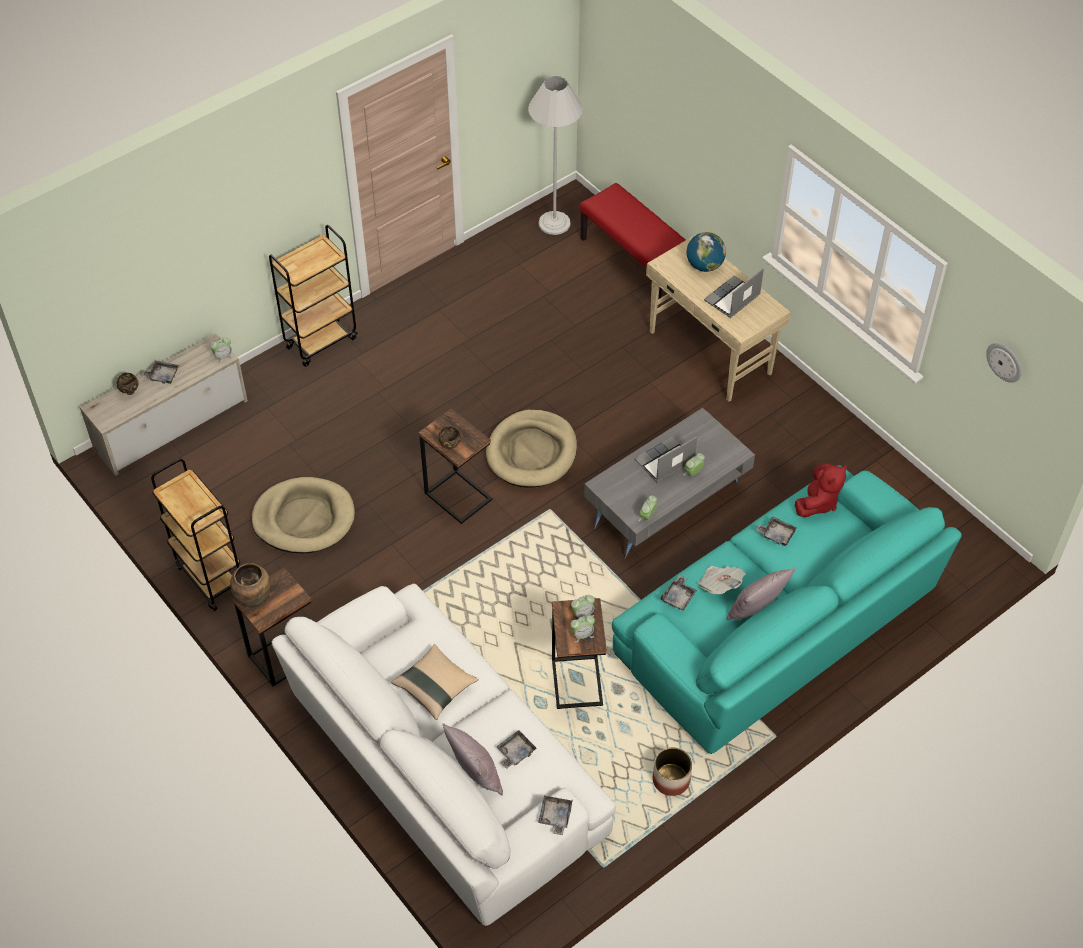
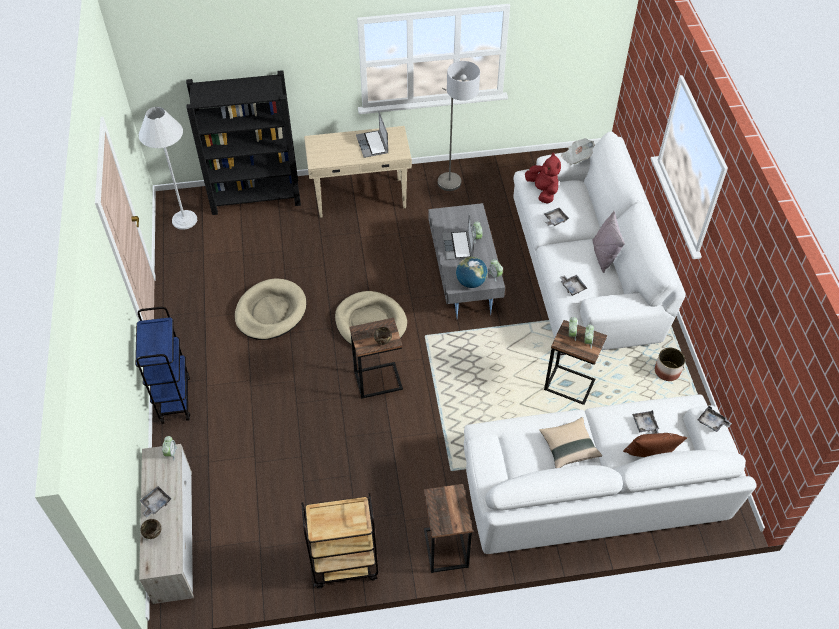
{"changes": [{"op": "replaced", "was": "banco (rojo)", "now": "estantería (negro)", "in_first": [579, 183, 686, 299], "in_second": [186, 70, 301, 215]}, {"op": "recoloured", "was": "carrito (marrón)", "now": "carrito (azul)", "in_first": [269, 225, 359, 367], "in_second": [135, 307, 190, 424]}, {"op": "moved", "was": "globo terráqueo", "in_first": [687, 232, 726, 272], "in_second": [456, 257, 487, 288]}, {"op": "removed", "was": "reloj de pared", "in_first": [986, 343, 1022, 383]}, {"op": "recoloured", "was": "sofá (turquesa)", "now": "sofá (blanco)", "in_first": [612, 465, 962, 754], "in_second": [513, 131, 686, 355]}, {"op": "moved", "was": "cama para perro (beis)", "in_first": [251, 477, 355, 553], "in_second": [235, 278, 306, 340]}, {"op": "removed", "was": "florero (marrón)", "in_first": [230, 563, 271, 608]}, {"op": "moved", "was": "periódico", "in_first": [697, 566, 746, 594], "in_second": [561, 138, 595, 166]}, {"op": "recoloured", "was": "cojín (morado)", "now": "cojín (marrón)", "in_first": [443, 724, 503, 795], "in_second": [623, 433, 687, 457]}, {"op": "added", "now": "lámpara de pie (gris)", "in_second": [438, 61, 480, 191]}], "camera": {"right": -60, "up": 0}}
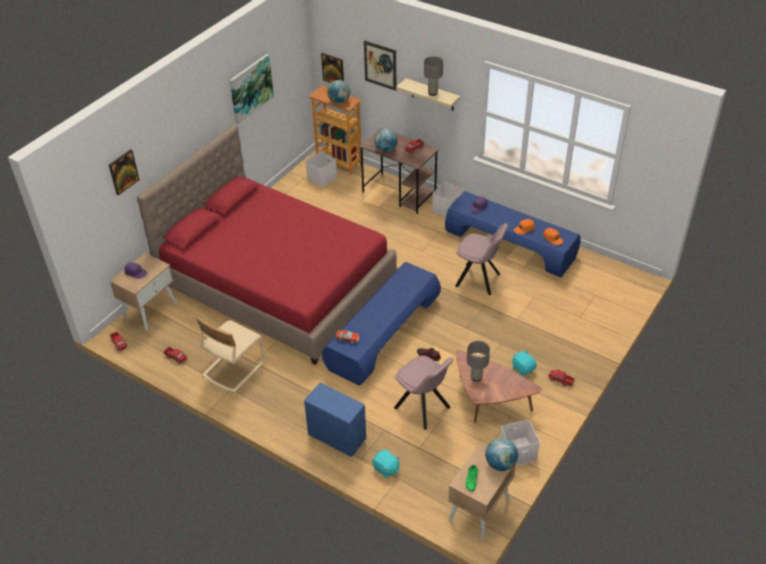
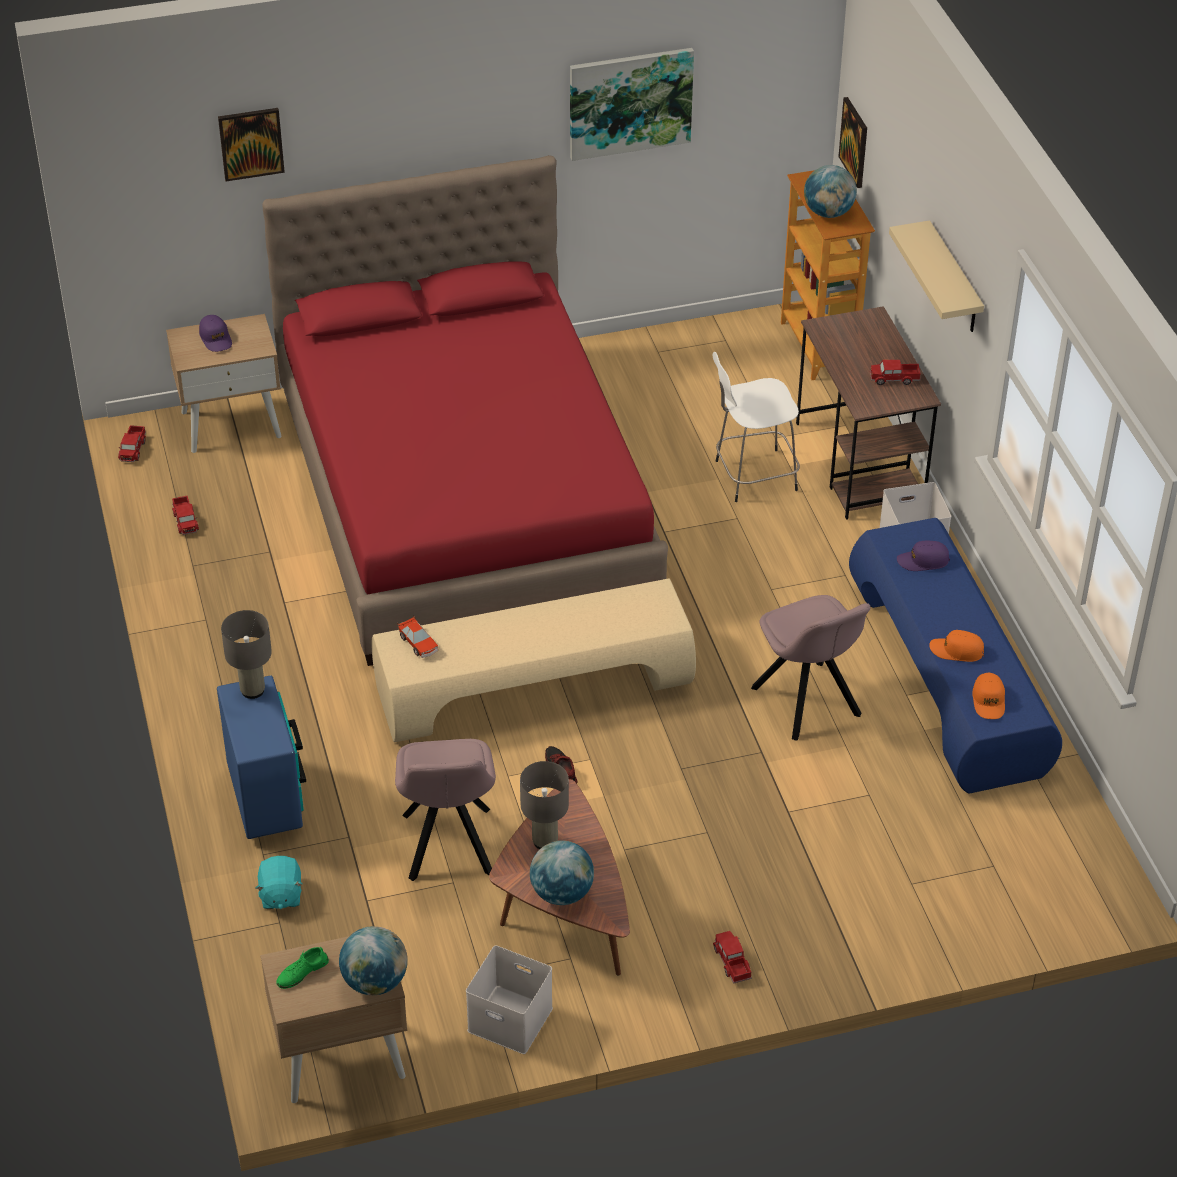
{"changes": [{"op": "removed", "was": "cuadro", "in_first": [364, 40, 396, 91]}, {"op": "moved", "was": "lámpara de mesa (gris)", "in_first": [424, 56, 443, 96], "in_second": [221, 610, 272, 699]}, {"op": "moved", "was": "globo terráqueo", "in_first": [374, 129, 398, 152], "in_second": [530, 840, 594, 905]}, {"op": "removed", "was": "caja de almacenaje (blanco)", "in_first": [306, 151, 337, 187]}, {"op": "recoloured", "was": "banco (azul)", "now": "banco (beis)", "in_first": [322, 262, 441, 385], "in_second": [372, 579, 696, 742]}, {"op": "removed", "was": "silla (beis)", "in_first": [196, 317, 264, 393]}, {"op": "removed", "was": "peluche (turquesa)", "in_first": [512, 350, 537, 376]}, {"op": "added", "now": "taburete (blanco)", "in_second": [713, 352, 800, 502]}], "camera": {"right": 40, "up": 0}}
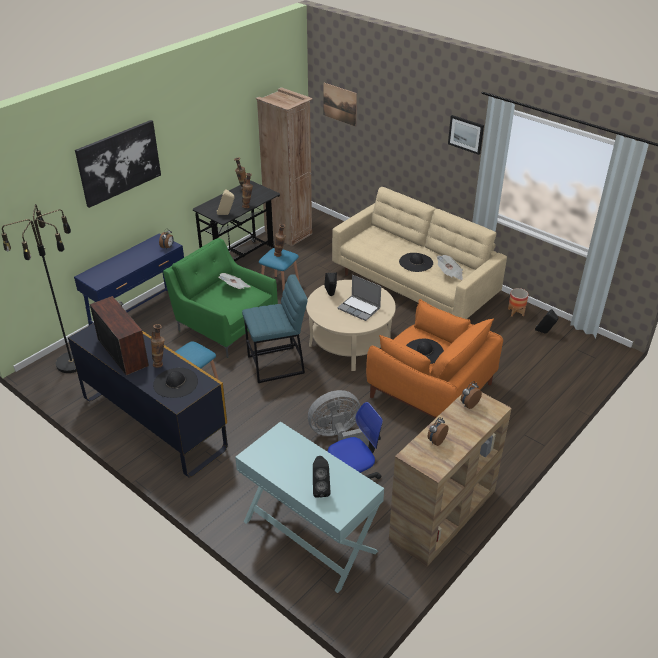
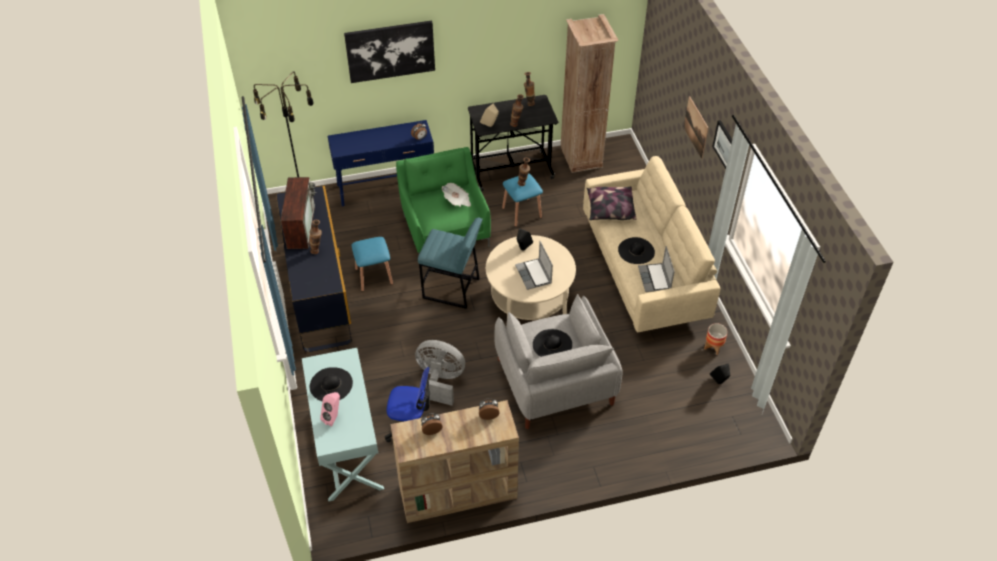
{"changes": [{"op": "moved", "was": "cuadro", "in_first": [323, 83, 357, 127], "in_second": [683, 96, 709, 159]}, {"op": "replaced", "was": "periódico", "now": "portátil", "in_first": [437, 255, 463, 280], "in_second": [638, 246, 675, 292]}, {"op": "recoloured", "was": "sillón (naranja)", "now": "sillón (gris)", "in_first": [366, 299, 503, 418], "in_second": [494, 294, 623, 429]}, {"op": "moved", "was": "sombrero (negro)", "in_first": [153, 368, 198, 398], "in_second": [310, 367, 353, 402]}, {"op": "recoloured", "was": "altavoz (negro)", "now": "altavoz (rosa)", "in_first": [313, 456, 331, 498], "in_second": [320, 392, 340, 426]}, {"op": "added", "now": "cojín", "in_second": [587, 186, 637, 220]}], "camera": {"right": 35, "up": 10}}
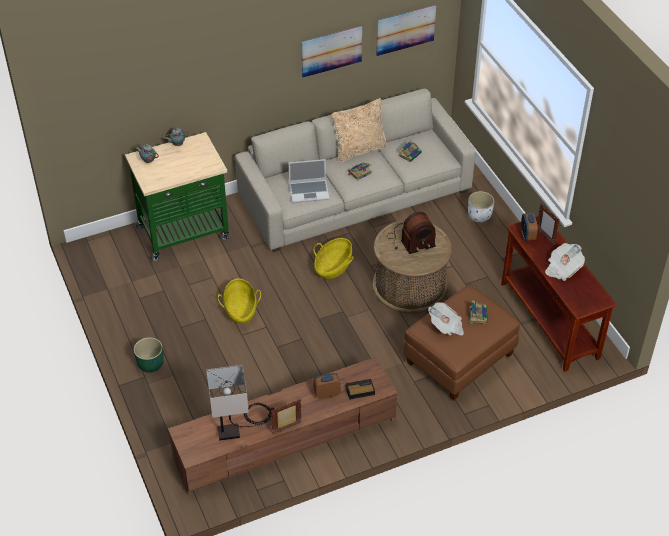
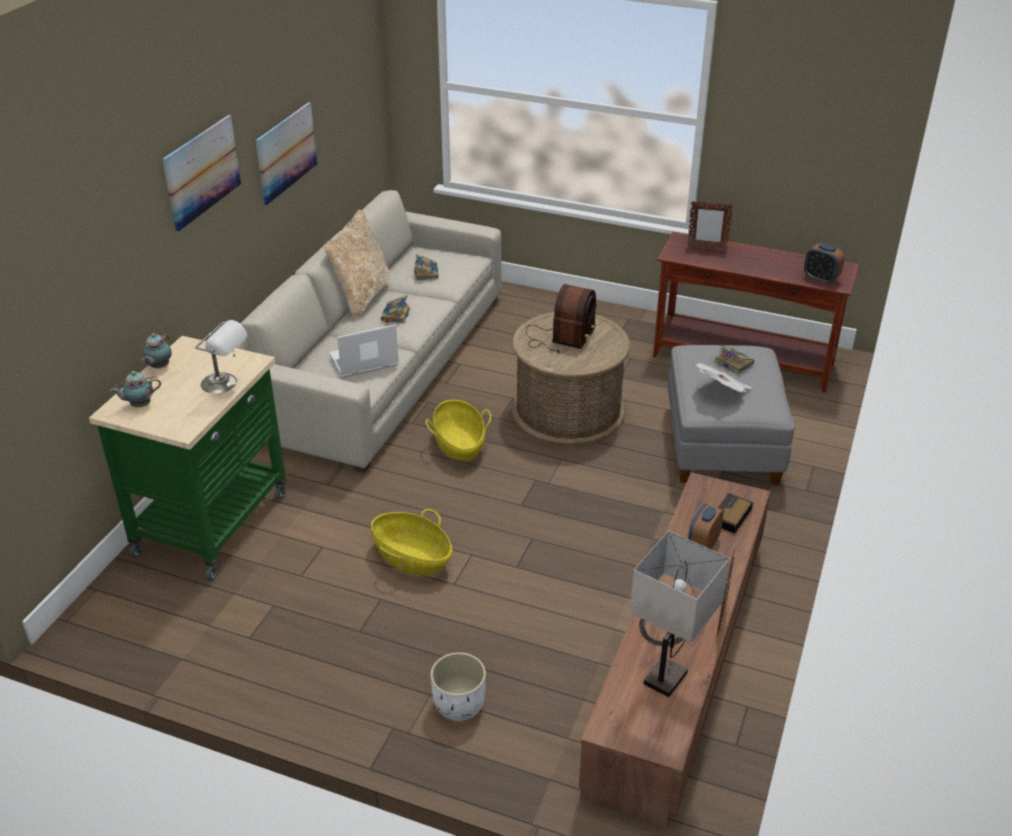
{"changes": [{"op": "moved", "was": "cuadro", "in_first": [376, 5, 436, 56], "in_second": [162, 115, 241, 232]}, {"op": "turned", "was": "portátil", "in_first": [289, 159, 329, 203], "in_second": [329, 324, 399, 378], "clockwise": -150}, {"op": "moved", "was": "maceta (blanco)", "in_first": [468, 191, 494, 223], "in_second": [430, 652, 486, 721]}, {"op": "moved", "was": "despertador", "in_first": [521, 213, 538, 241], "in_second": [804, 243, 845, 284]}, {"op": "removed", "was": "periódico", "in_first": [545, 243, 585, 281]}, {"op": "recoloured", "was": "puf (marrón)", "now": "puf (gris)", "in_first": [404, 285, 520, 400], "in_second": [668, 345, 795, 485]}, {"op": "removed", "was": "maceta (verde)", "in_first": [134, 337, 164, 372]}, {"op": "added", "now": "lámpara de mesa (blanco)", "in_second": [195, 320, 248, 393]}], "camera": {"right": -45, "up": -10}}
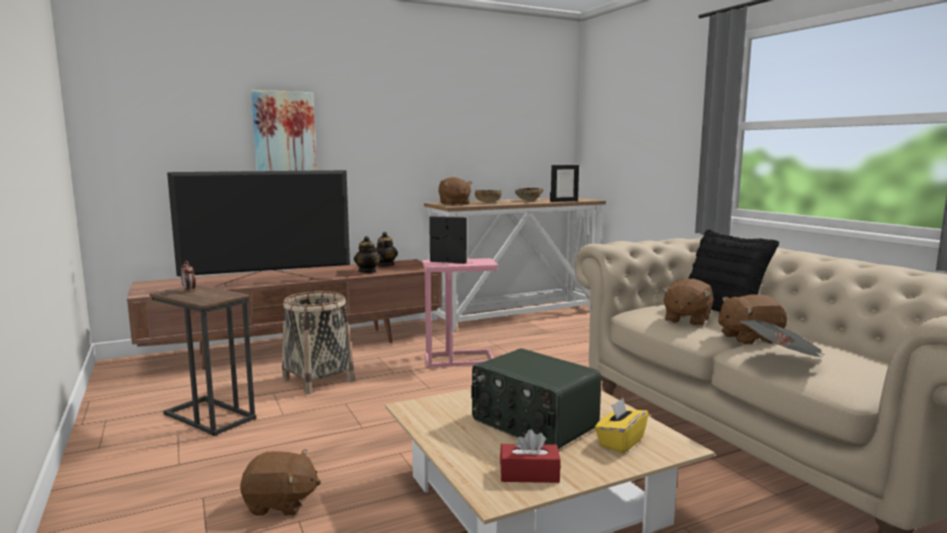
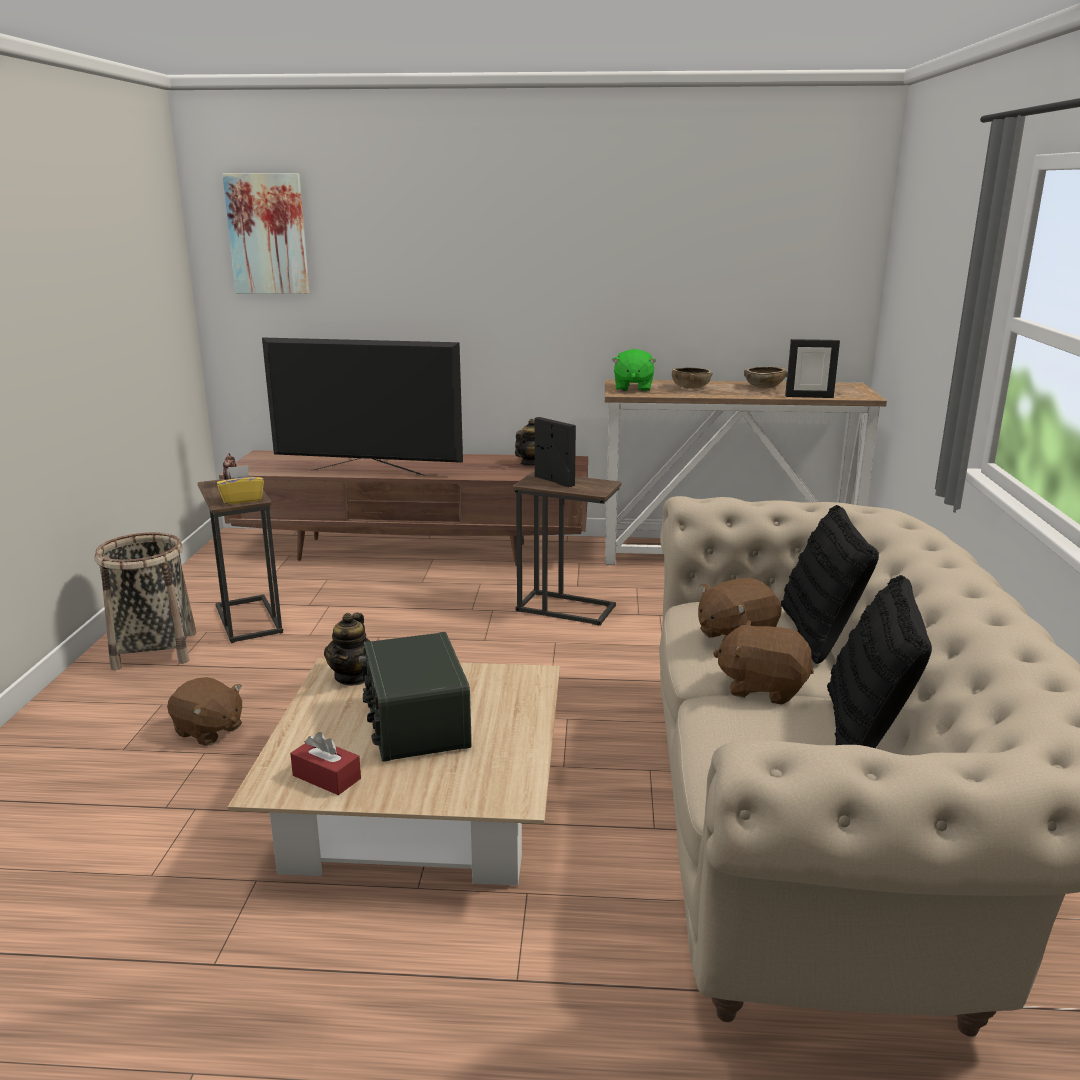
{"changes": [{"op": "moved", "was": "cuadro", "in_first": [251, 90, 317, 171], "in_second": [222, 173, 309, 294]}, {"op": "recoloured", "was": "peluche (marrón)", "now": "peluche (verde)", "in_first": [438, 177, 472, 205], "in_second": [612, 349, 656, 392]}, {"op": "moved", "was": "tetera", "in_first": [354, 236, 381, 273], "in_second": [324, 613, 370, 686]}, {"op": "recoloured", "was": "mesa auxiliar (rosa)", "now": "mesa auxiliar (marrón)", "in_first": [422, 258, 498, 368], "in_second": [513, 472, 622, 626]}, {"op": "moved", "was": "cesta", "in_first": [282, 291, 355, 394], "in_second": [95, 532, 196, 670]}, {"op": "removed", "was": "periódico", "in_first": [739, 320, 824, 357]}, {"op": "moved", "was": "caja de pañuelos (amarillo)", "in_first": [595, 398, 649, 453], "in_second": [217, 465, 264, 504]}, {"op": "added", "now": "cojín (negro)", "in_second": [827, 575, 932, 748]}], "camera": {"right": 30, "up": 10}}
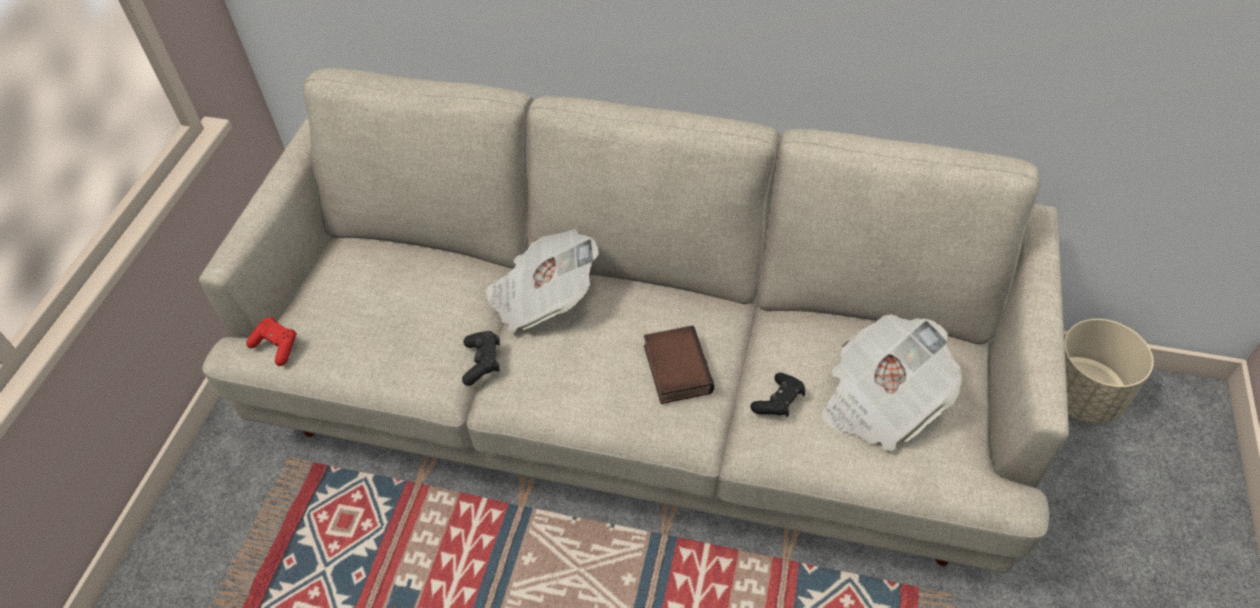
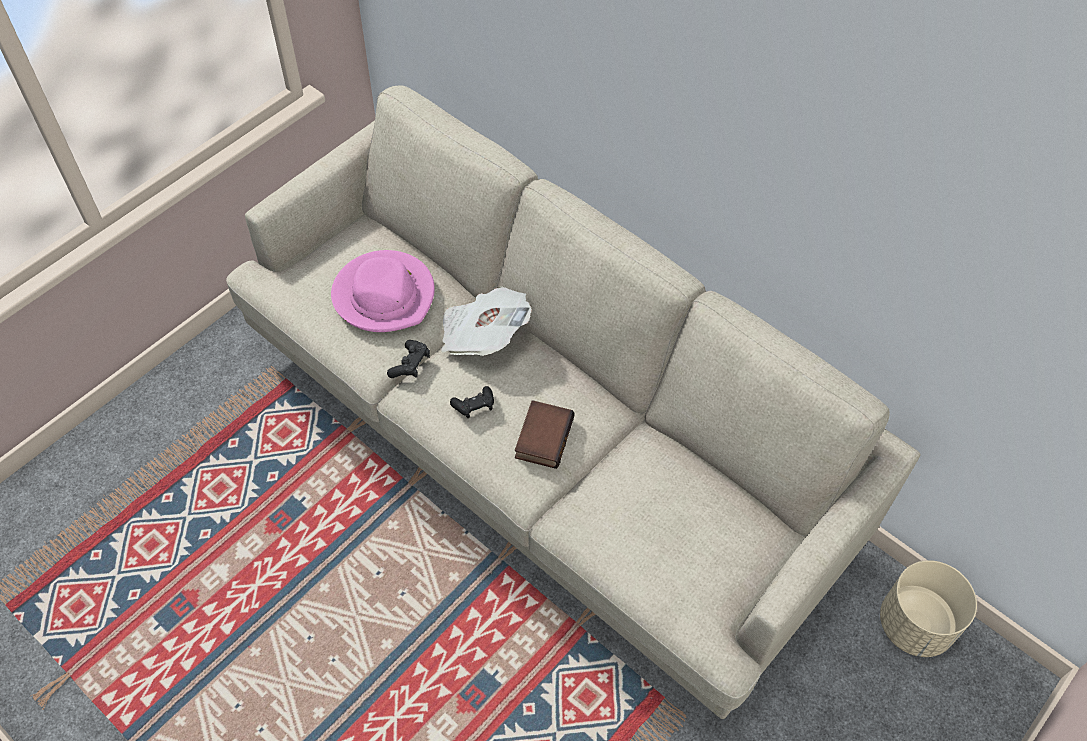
{"changes": [{"op": "removed", "was": "periódico", "in_first": [821, 314, 962, 451]}, {"op": "removed", "was": "mando de consola (rojo)", "in_first": [246, 317, 297, 366]}, {"op": "moved", "was": "mando de consola (negro)", "in_first": [751, 373, 805, 417], "in_second": [450, 386, 494, 418]}, {"op": "added", "now": "sombrero (rosa)", "in_second": [331, 250, 435, 332]}], "camera": {"right": 25, "up": 5}}
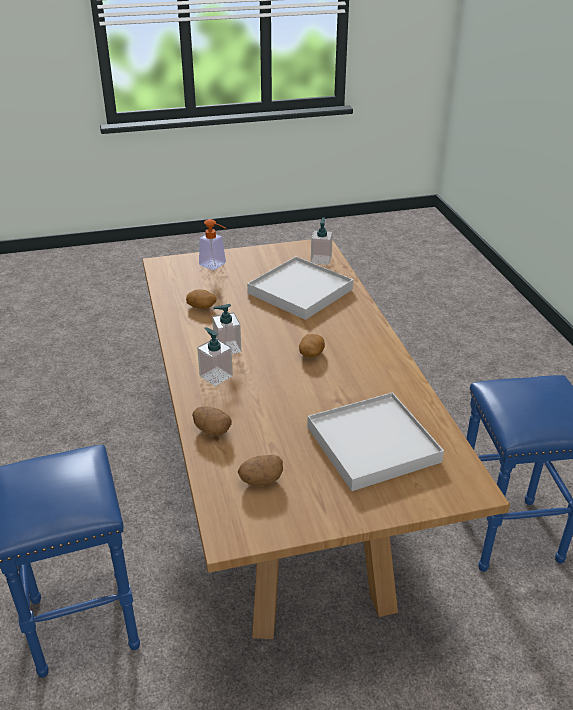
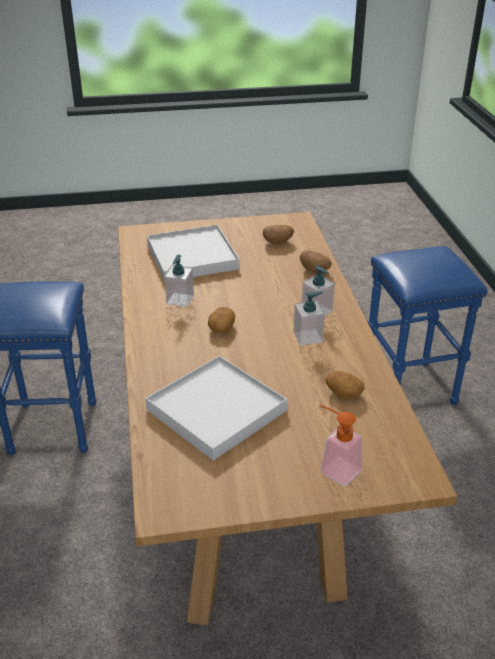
{"changes": [{"op": "moved", "was": "dispensador de jabón", "in_first": [311, 218, 333, 265], "in_second": [164, 255, 194, 307]}], "camera": {"right": -175, "up": 0}}
